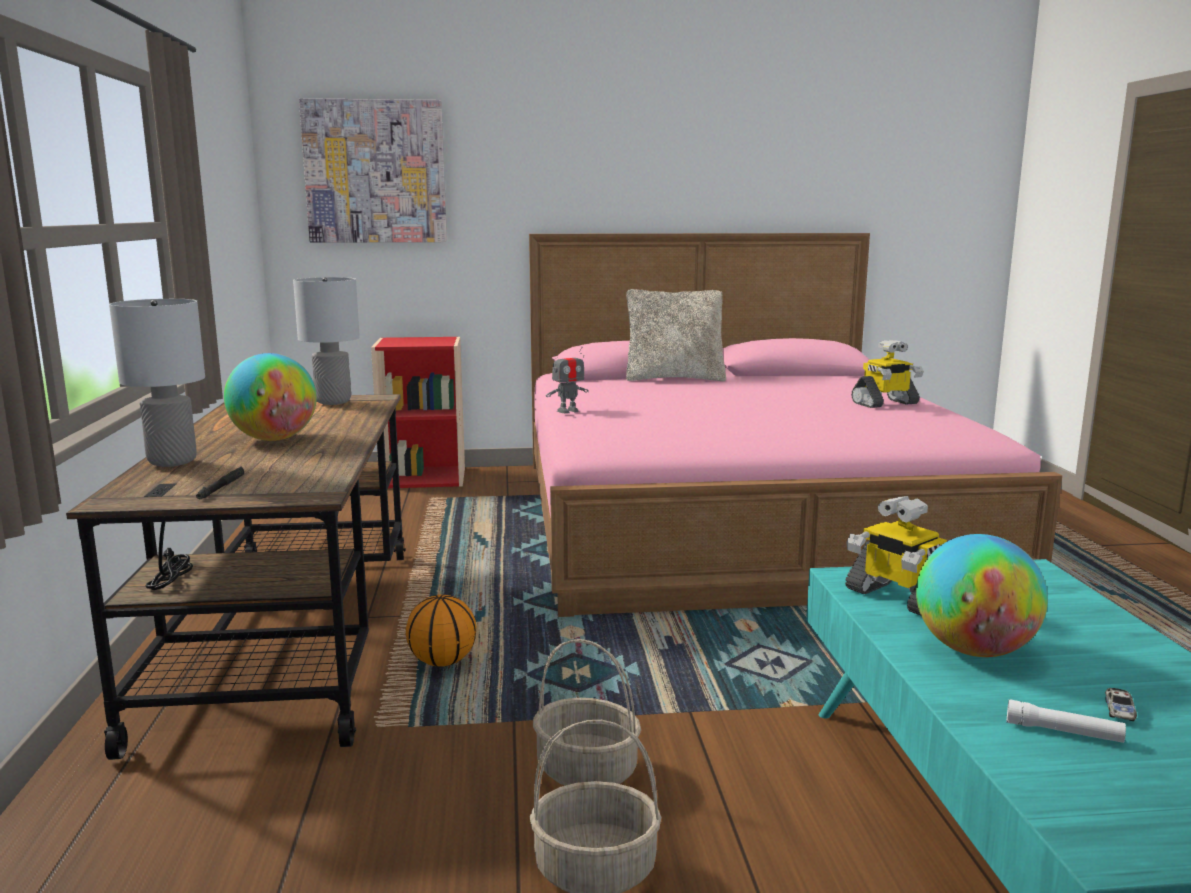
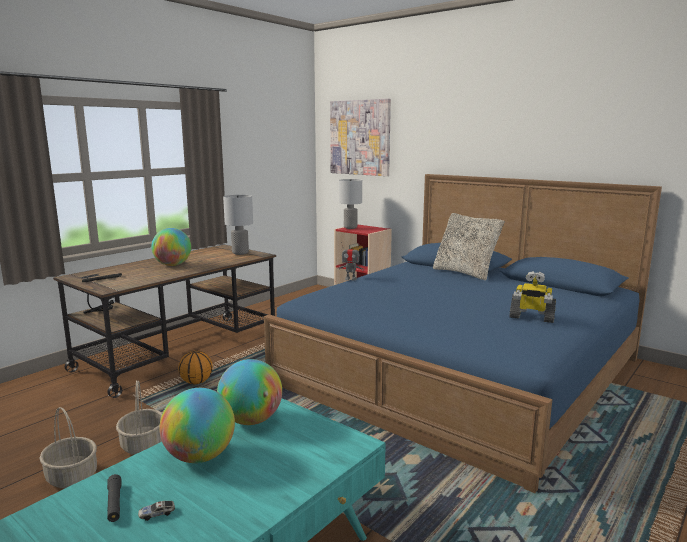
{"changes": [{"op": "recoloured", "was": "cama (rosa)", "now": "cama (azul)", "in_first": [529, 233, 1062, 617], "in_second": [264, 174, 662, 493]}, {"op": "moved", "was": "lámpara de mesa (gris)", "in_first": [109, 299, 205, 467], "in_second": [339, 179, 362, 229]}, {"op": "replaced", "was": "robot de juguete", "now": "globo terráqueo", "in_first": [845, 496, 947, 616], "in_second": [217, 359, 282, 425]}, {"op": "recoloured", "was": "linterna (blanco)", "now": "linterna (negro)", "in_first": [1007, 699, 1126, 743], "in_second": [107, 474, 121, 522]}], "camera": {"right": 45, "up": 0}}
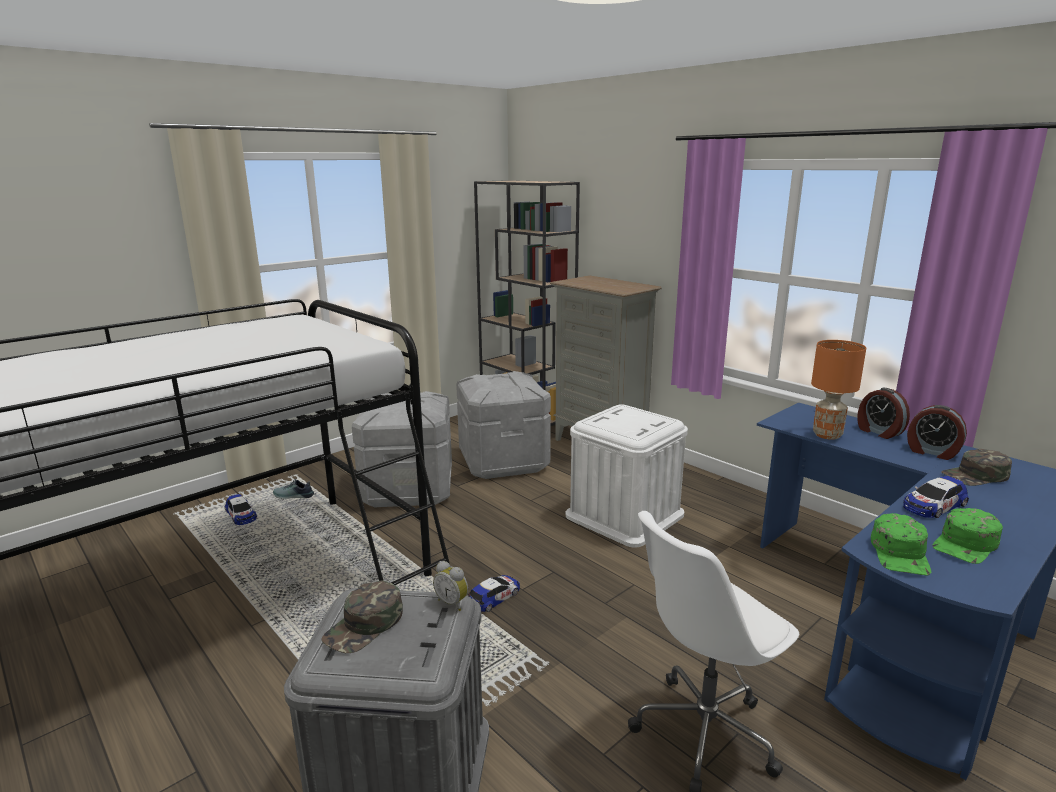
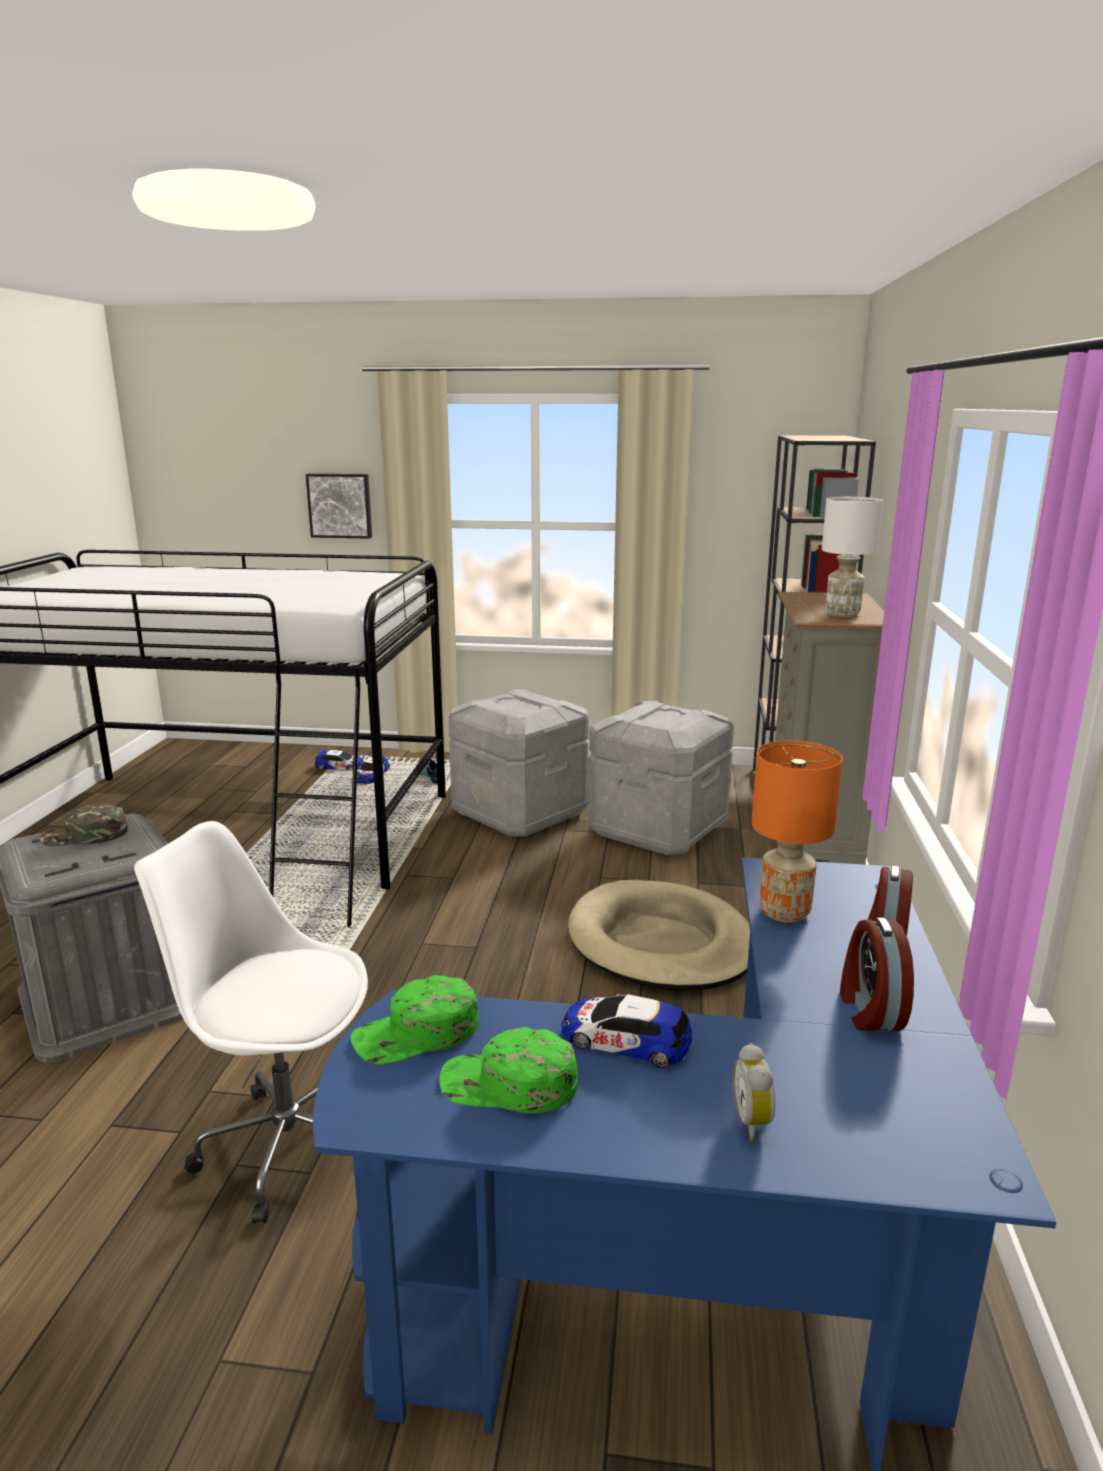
{"changes": [{"op": "replaced", "was": "caja de almacenaje (blanco)", "now": "cama para perro (beis)", "in_first": [566, 404, 688, 548], "in_second": [568, 880, 750, 990]}, {"op": "removed", "was": "gorra (verde)", "in_first": [941, 449, 1012, 486]}, {"op": "moved", "was": "despertador", "in_first": [433, 561, 468, 611], "in_second": [733, 1043, 775, 1141]}, {"op": "moved", "was": "coche de juguete", "in_first": [468, 575, 520, 612], "in_second": [315, 750, 364, 770]}, {"op": "added", "now": "cuadro", "in_second": [306, 474, 372, 539]}, {"op": "added", "now": "lámpara de mesa (blanco)", "in_second": [822, 497, 883, 617]}], "camera": {"right": 50, "up": 0}}
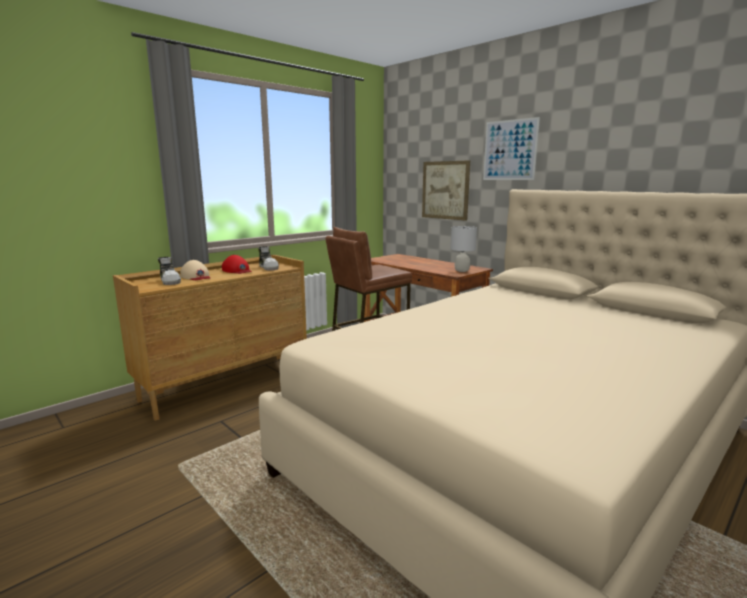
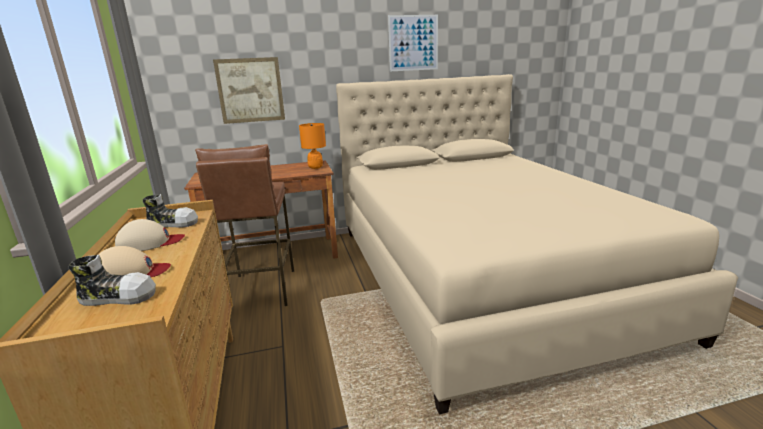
{"changes": [{"op": "moved", "was": "cuadro", "in_first": [483, 117, 540, 180], "in_second": [388, 15, 438, 71]}, {"op": "recoloured", "was": "lámpara de mesa (gris)", "now": "lámpara de mesa (naranja)", "in_first": [451, 226, 477, 272], "in_second": [299, 123, 326, 169]}, {"op": "recoloured", "was": "gorra (rojo)", "now": "gorra (beis)", "in_first": [222, 255, 252, 274], "in_second": [115, 219, 185, 251]}], "camera": {"right": -60, "up": 5}}
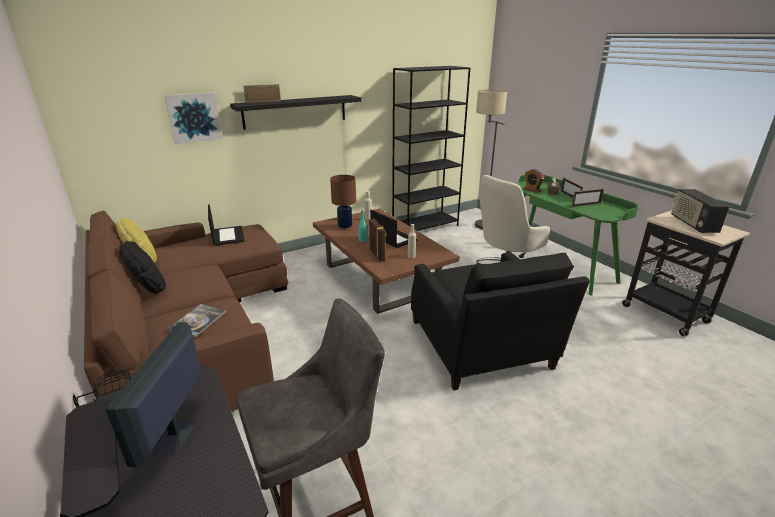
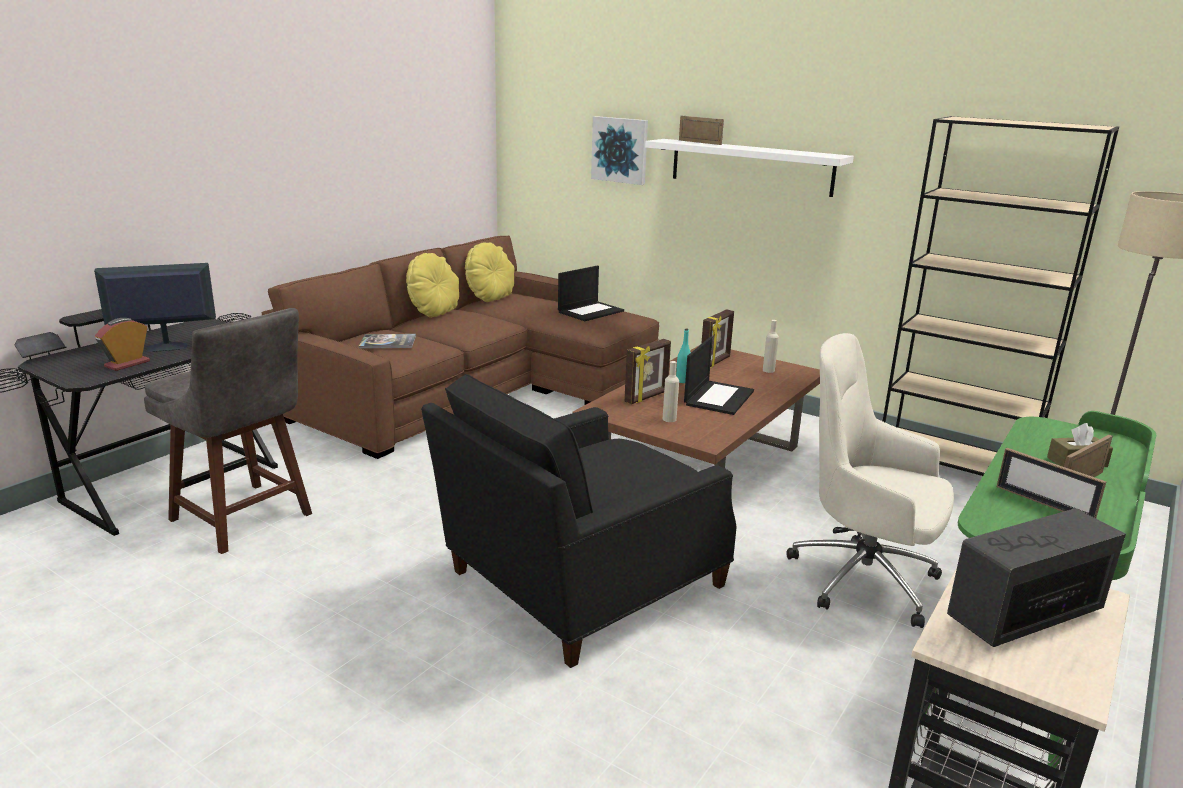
{"changes": [{"op": "recoloured", "was": "estantería (negro)", "now": "estantería (beis)", "in_first": [392, 66, 470, 231], "in_second": [883, 116, 1119, 476]}, {"op": "recoloured", "was": "estante (negro)", "now": "estante (blanco)", "in_first": [230, 95, 361, 130], "in_second": [645, 139, 854, 197]}, {"op": "moved", "was": "despertador", "in_first": [523, 169, 545, 193], "in_second": [95, 318, 150, 371]}, {"op": "replaced", "was": "lámpara de mesa (marrón)", "now": "portarretratos", "in_first": [330, 175, 356, 228], "in_second": [701, 309, 734, 368]}, {"op": "recoloured", "was": "cojín (negro)", "now": "cojín (amarillo)", "in_first": [119, 241, 166, 294], "in_second": [406, 253, 459, 318]}], "camera": {"right": 65, "up": -5}}
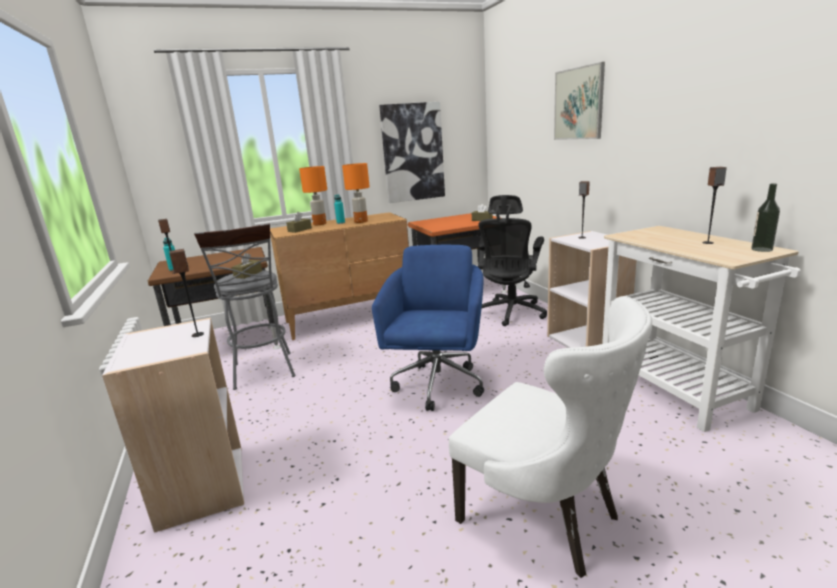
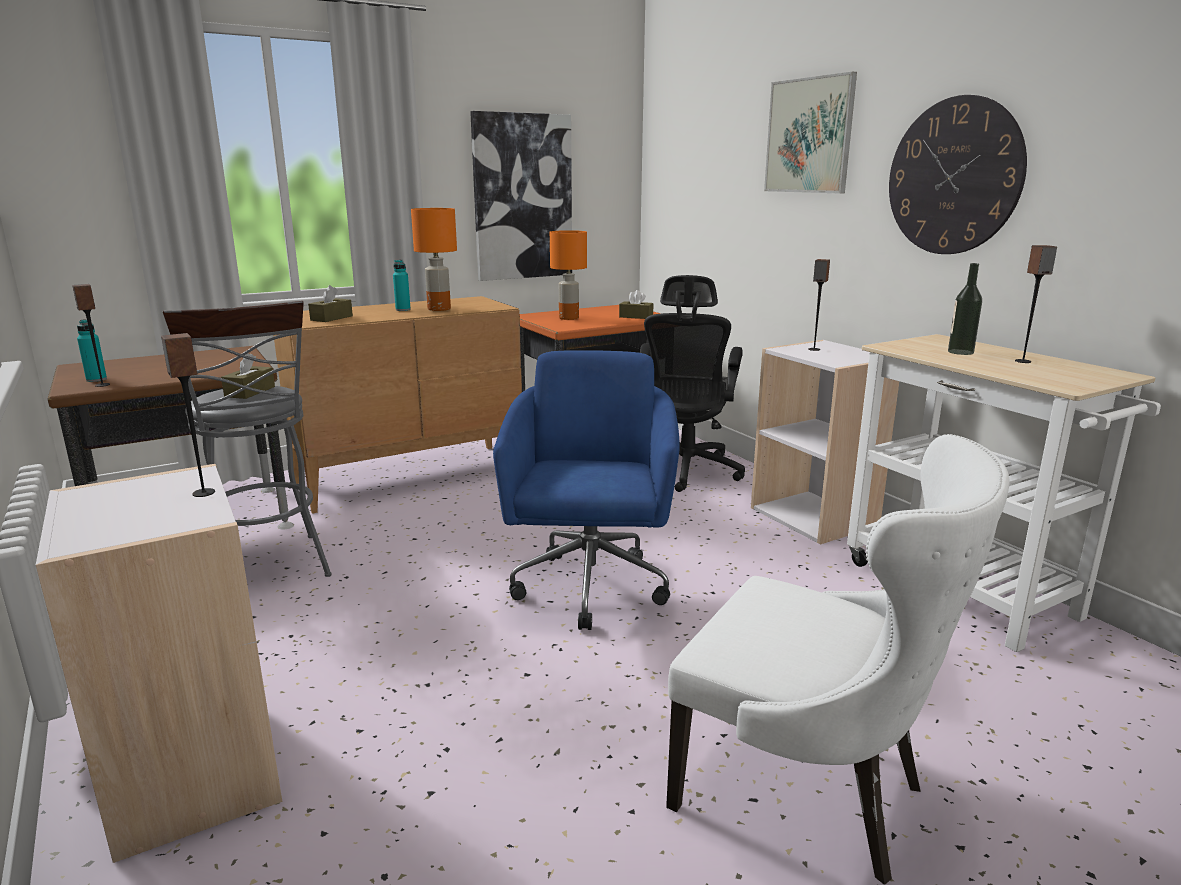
{"changes": [{"op": "moved", "was": "lámpara de mesa (naranja)", "in_first": [299, 166, 327, 225], "in_second": [550, 230, 587, 320]}, {"op": "moved", "was": "botella", "in_first": [751, 184, 780, 252], "in_second": [948, 263, 982, 355]}, {"op": "added", "now": "reloj de pared", "in_second": [889, 95, 1027, 254]}], "camera": {"right": -10, "up": 0}}
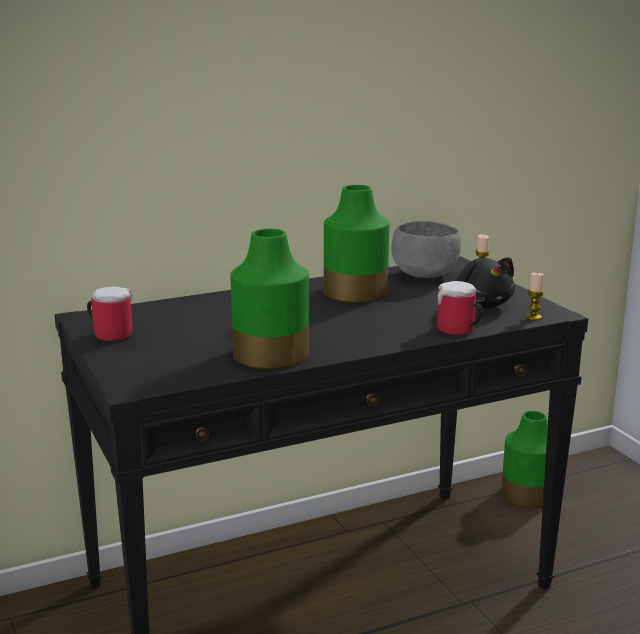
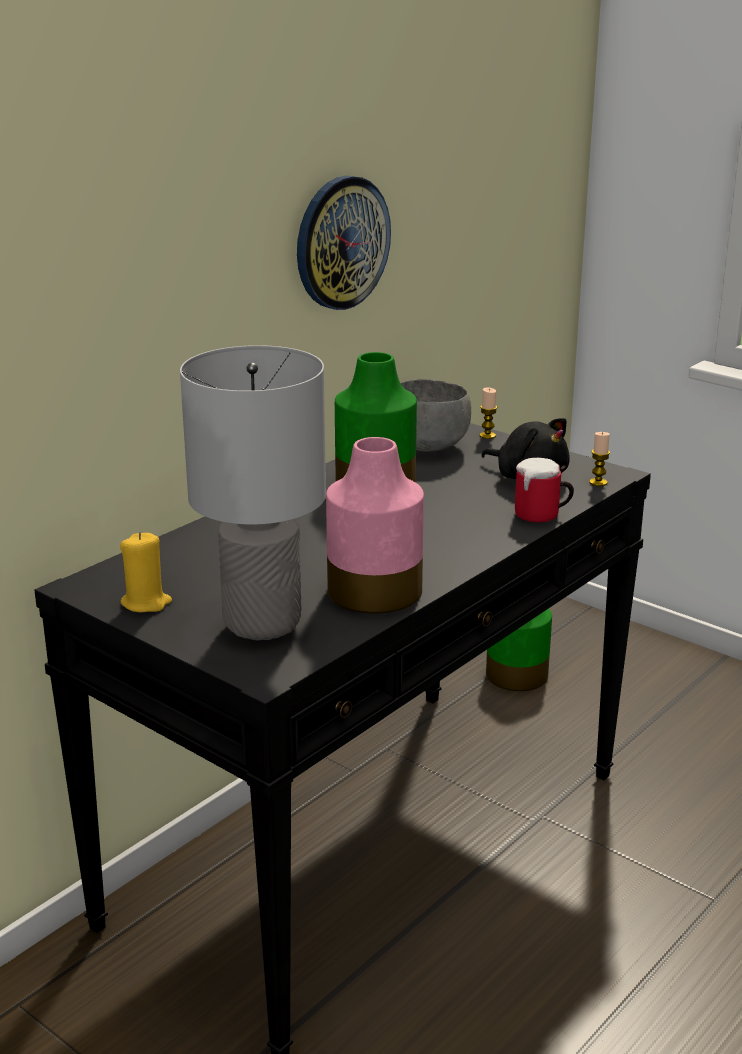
{"changes": [{"op": "recoloured", "was": "florero (verde)", "now": "florero (rosa)", "in_first": [230, 229, 309, 370], "in_second": [326, 437, 424, 614]}, {"op": "replaced", "was": "taza grande", "now": "vela (amarillo)", "in_first": [87, 286, 132, 341], "in_second": [120, 532, 172, 612]}, {"op": "added", "now": "reloj de pared", "in_second": [297, 175, 391, 310]}, {"op": "added", "now": "lámpara de mesa (gris)", "in_second": [180, 345, 326, 640]}], "camera": {"right": -25, "up": 5}}
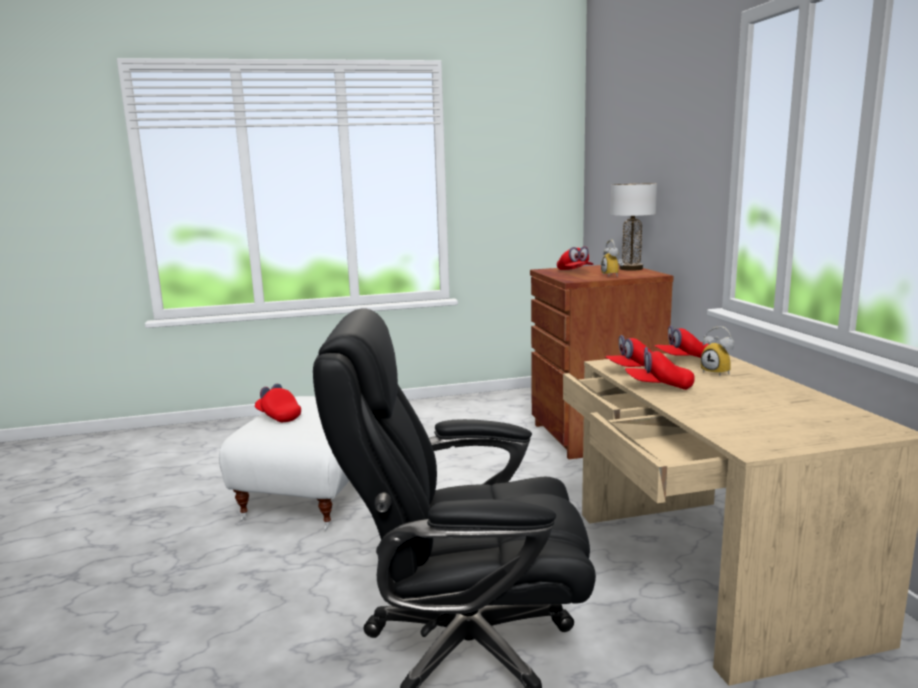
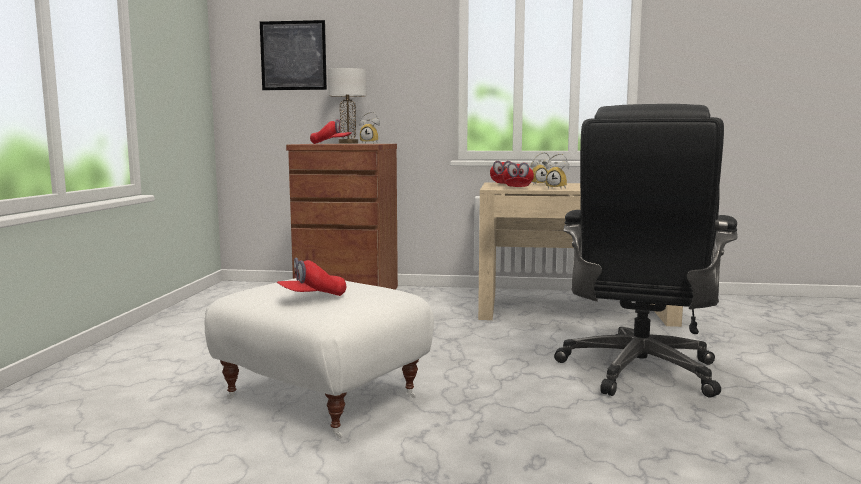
{"changes": [{"op": "replaced", "was": "gorra (rojo)", "now": "despertador", "in_first": [625, 347, 695, 390], "in_second": [546, 154, 569, 189]}, {"op": "added", "now": "cuadro", "in_second": [260, 20, 327, 90]}], "camera": {"right": -70, "up": -5}}
